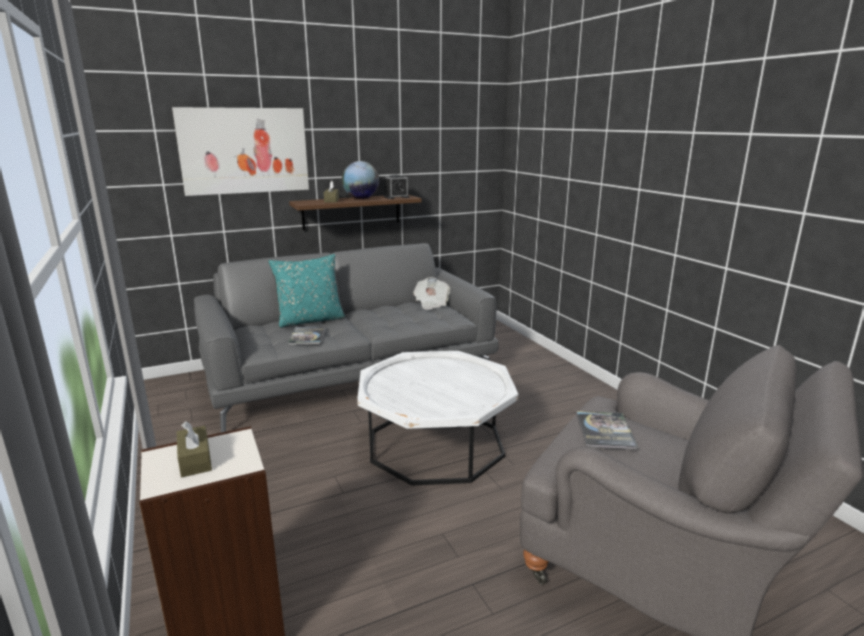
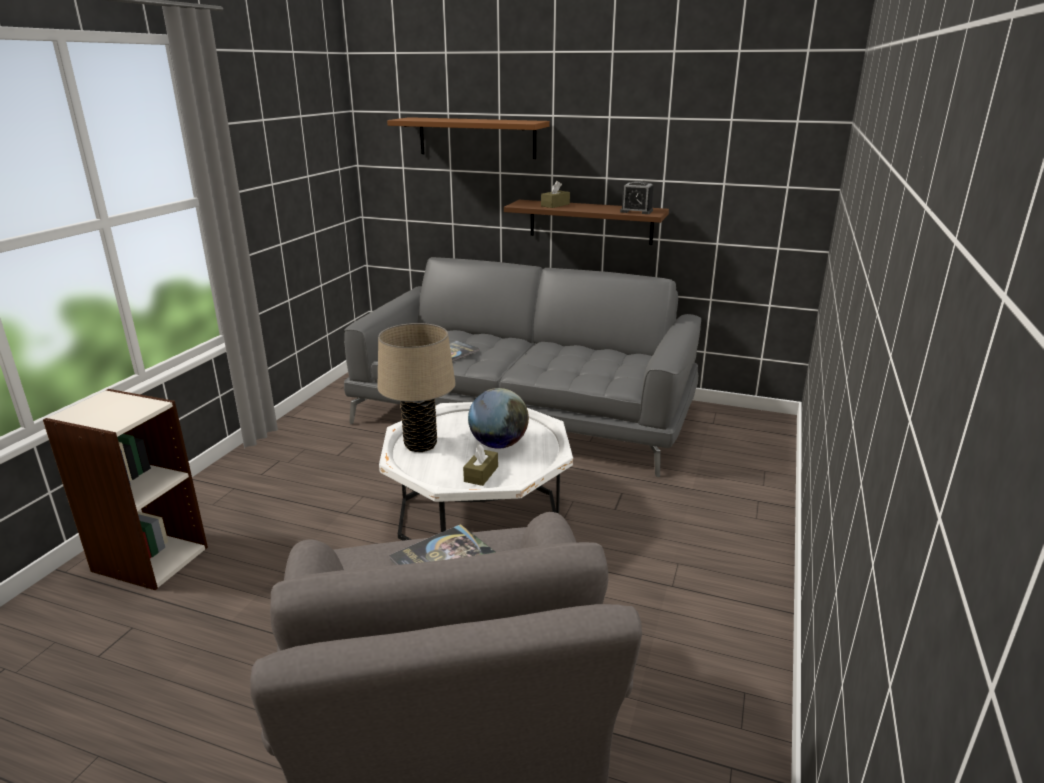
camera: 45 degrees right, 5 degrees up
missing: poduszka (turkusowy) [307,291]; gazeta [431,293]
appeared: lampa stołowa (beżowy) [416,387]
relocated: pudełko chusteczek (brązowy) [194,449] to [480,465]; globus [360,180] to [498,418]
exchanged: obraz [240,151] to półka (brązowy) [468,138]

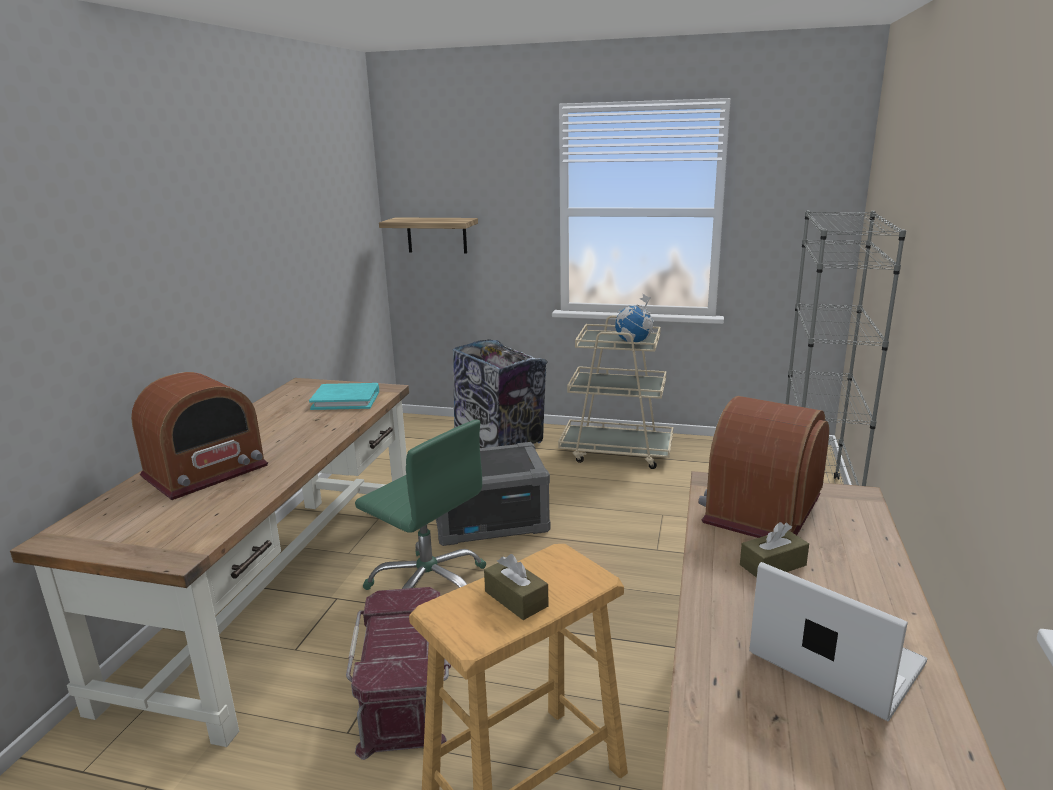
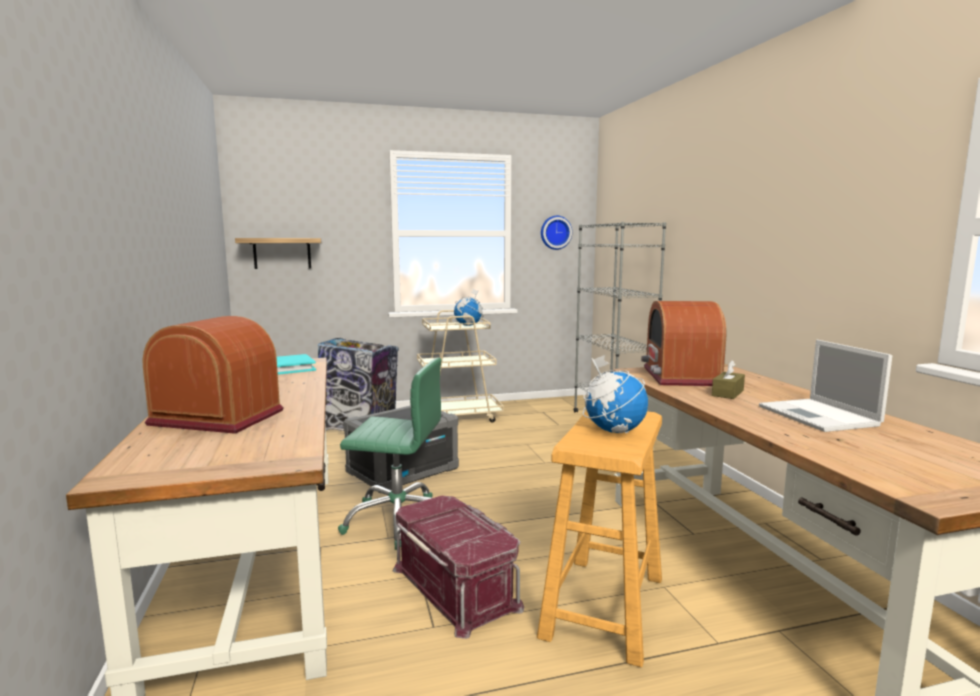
camera: 30 degrees left, 10 degrees down
appeared: zegar ścienny [556,233]
exchanged: pudełko chusteczek (brązowy) [516,587] to globus [615,394]
spun: radio [199,436] = [213,375] 90 degrees counterclockwise; laptop [838,641] = [825,385] 120 degrees counterclockwise

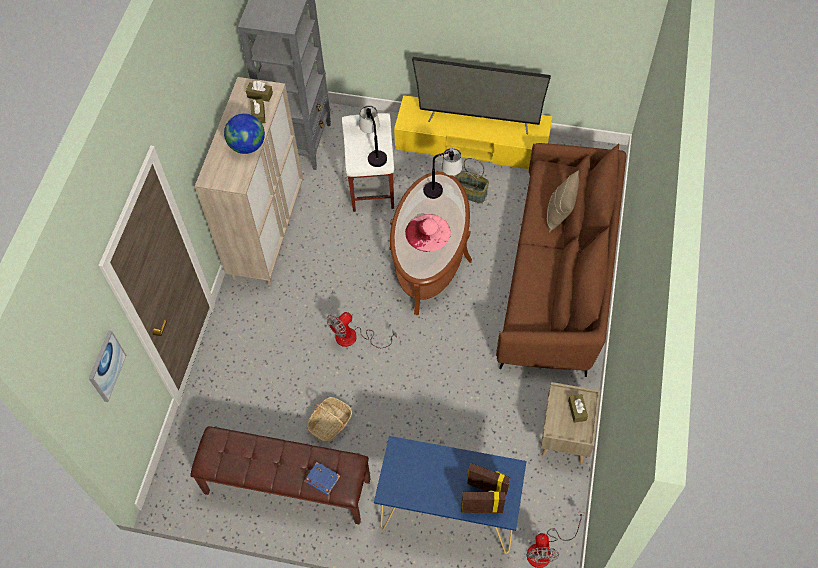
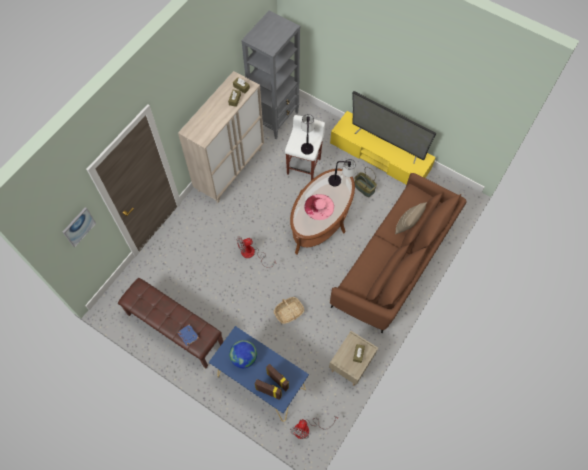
camera: 20 degrees right, 5 degrees up
relocated: globus [244,133] to [243,354]; koszyk [329,419] to [289,310]

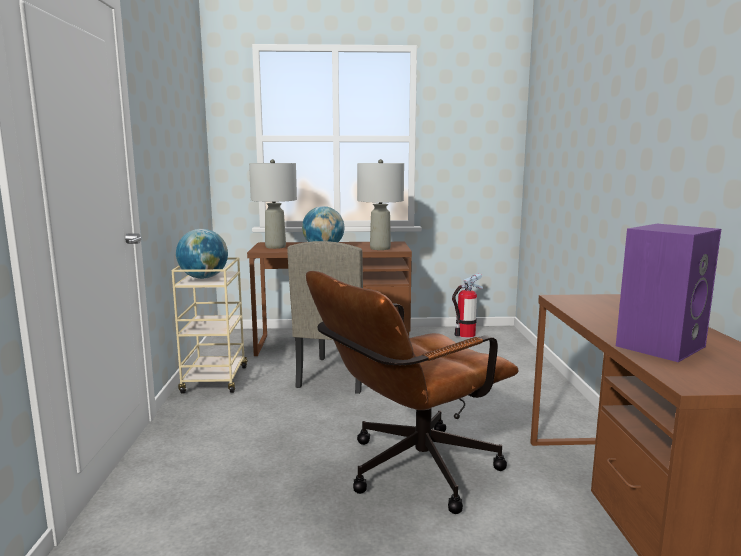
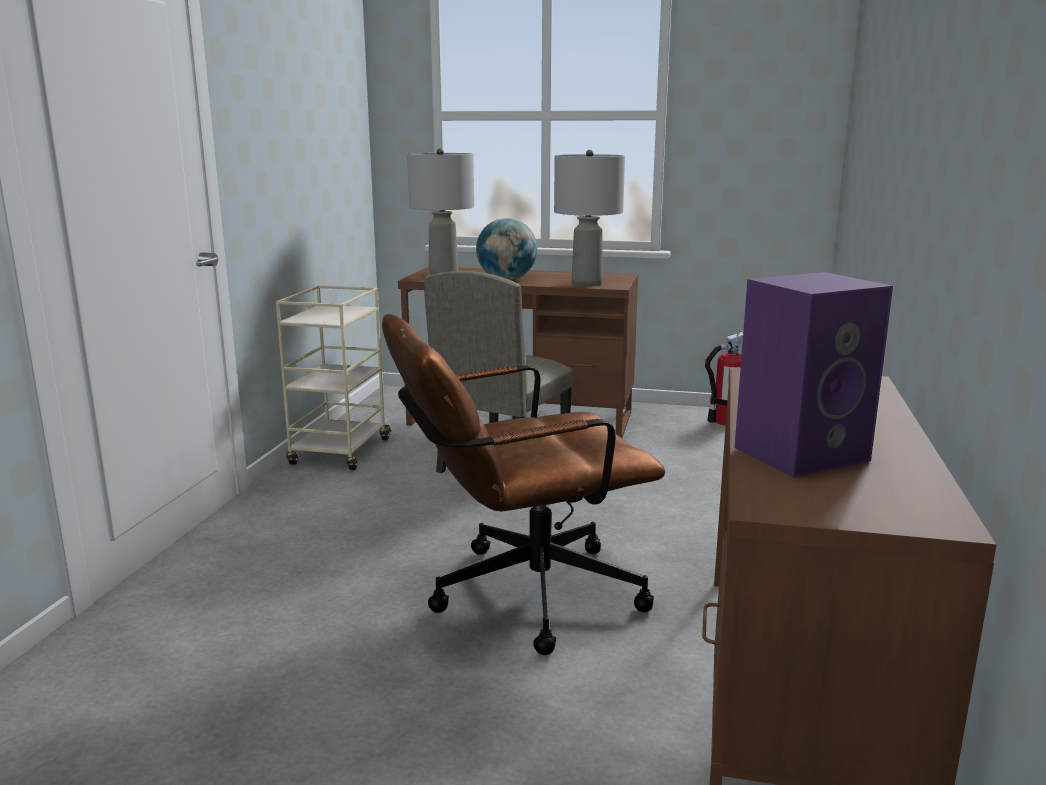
camera: 15 degrees right, 5 degrees up
missing: globus [202,254]

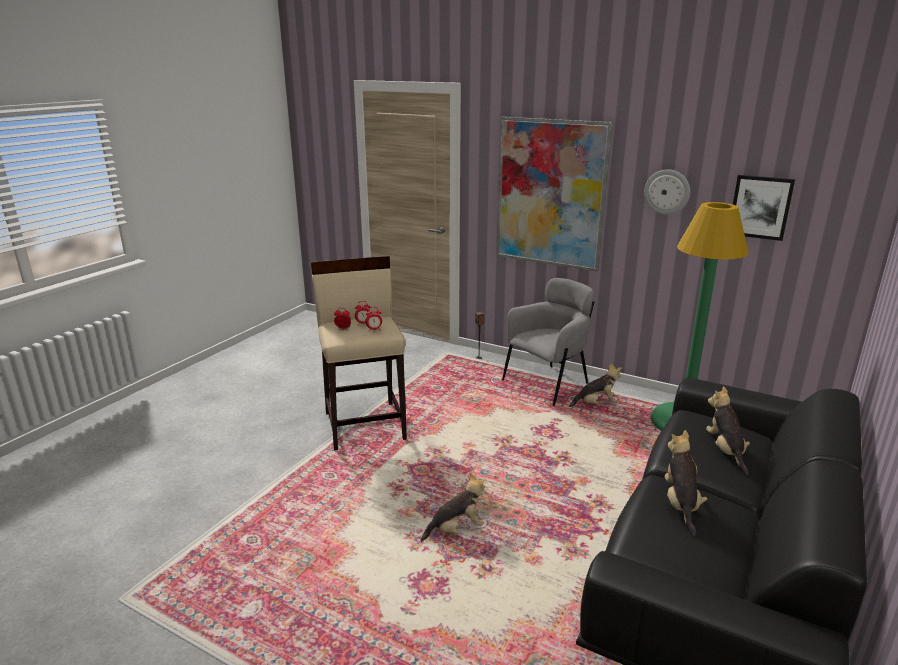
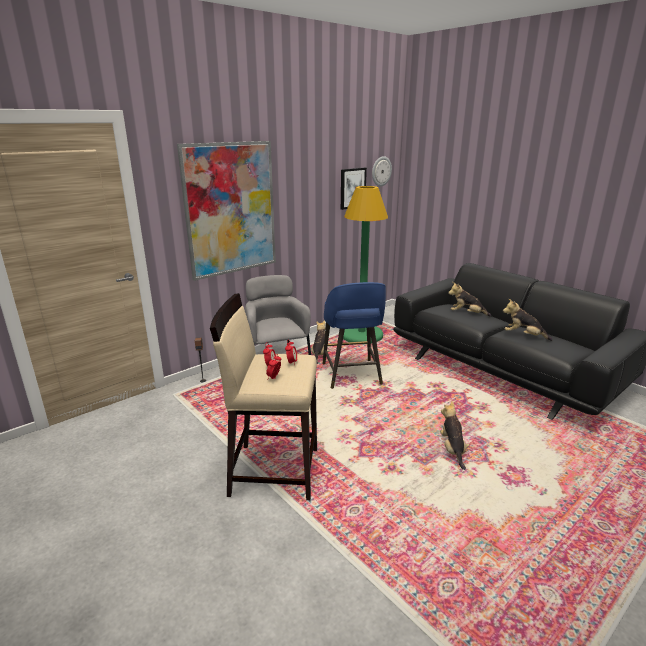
camera: 70 degrees left, 0 degrees up
appeared: stołek (niebieski) [354,335]
relocated: zegar ścienny [667,191] to [382,171]

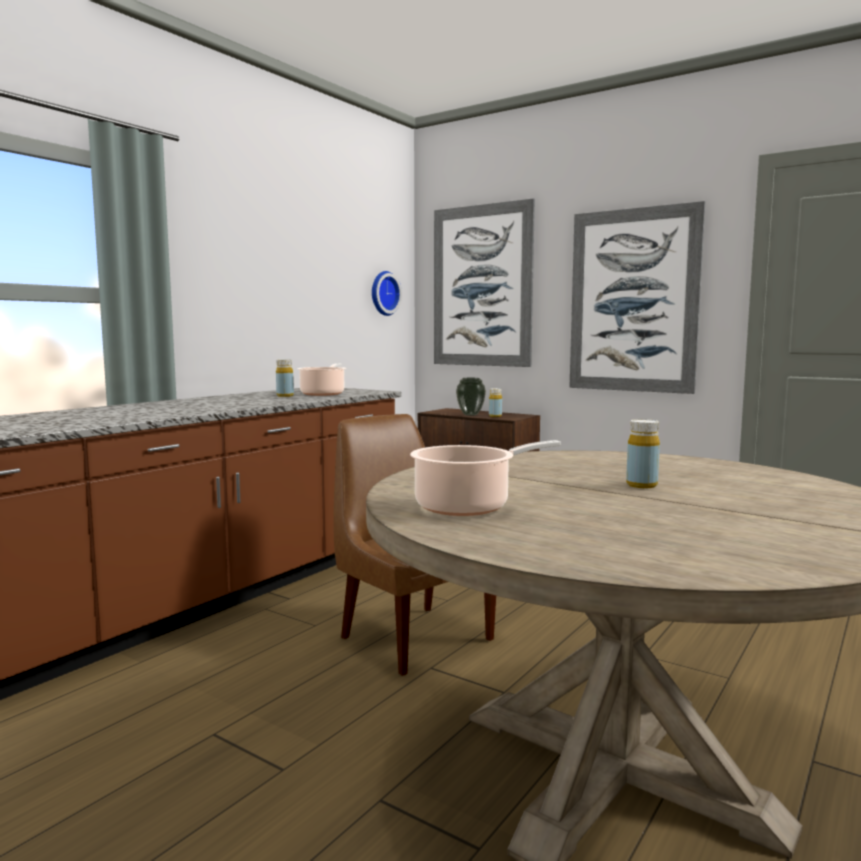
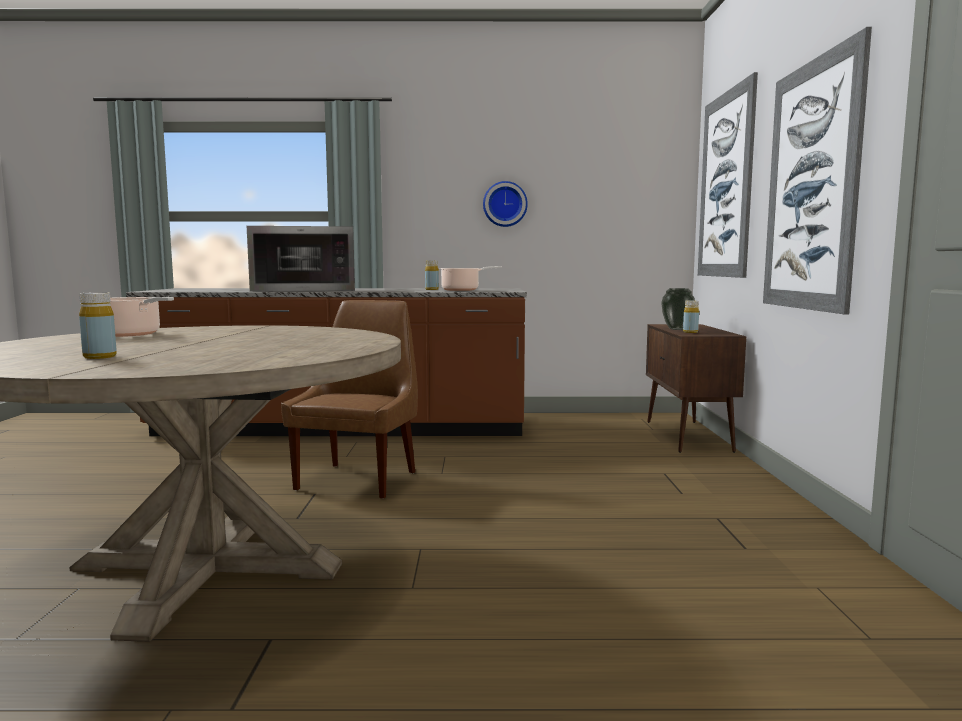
camera: 55 degrees right, 0 degrees up
appeared: mikrofalówka [301,258]
relocated: zegar ścienny [387,293] to [505,204]; butelka (żółty) [643,453] to [98,325]

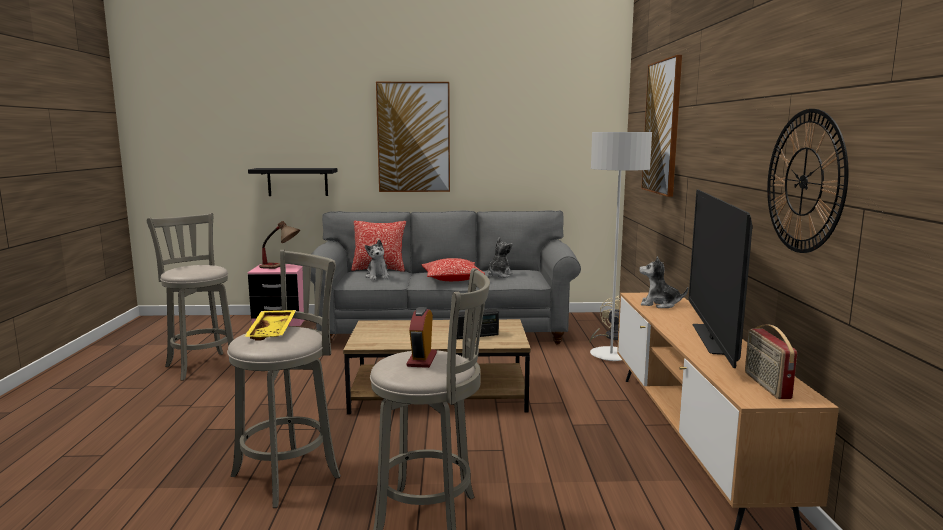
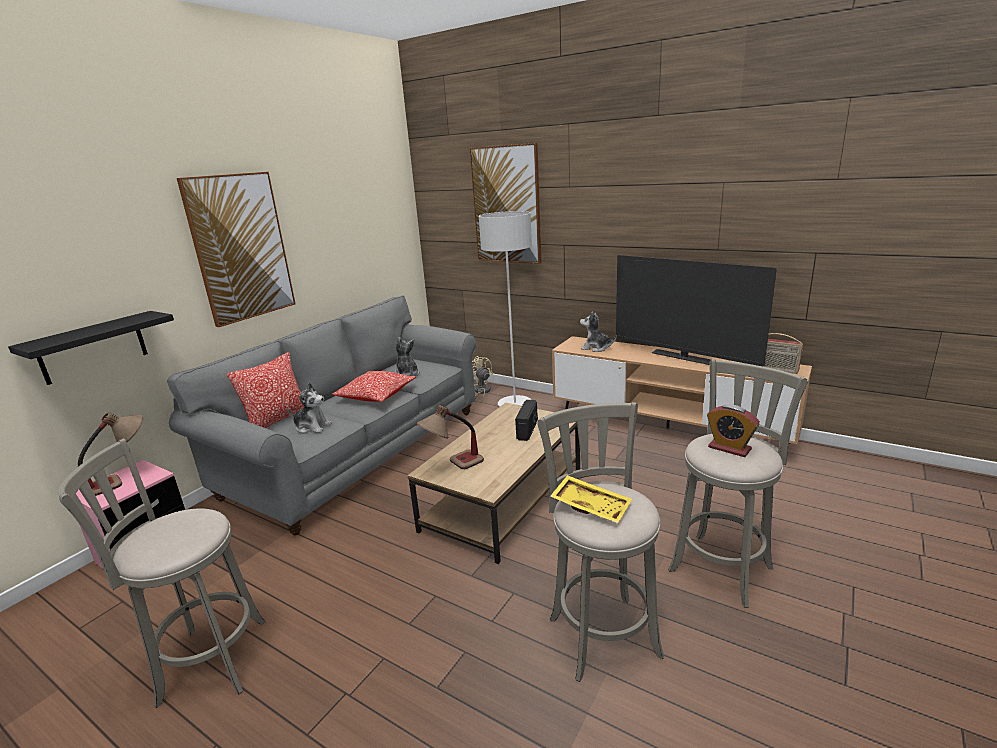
camera: 55 degrees left, 10 degrees up
missing: zegar ścienny [808,181]
appeared: lampa stołowa [450,437]
spun: pluszak [663,282] = [598,331] 60 degrees clockwise

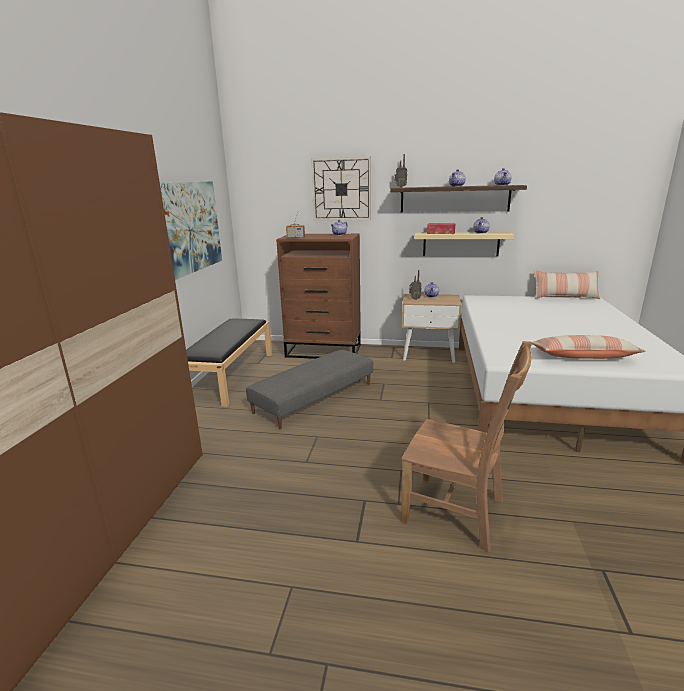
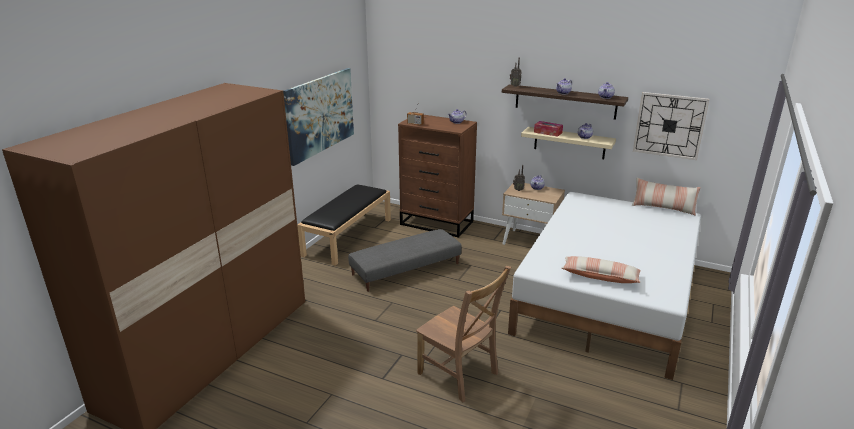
camera: 15 degrees right, 5 degrees up
relocated: zegar ścienny [341,189] to [671,126]

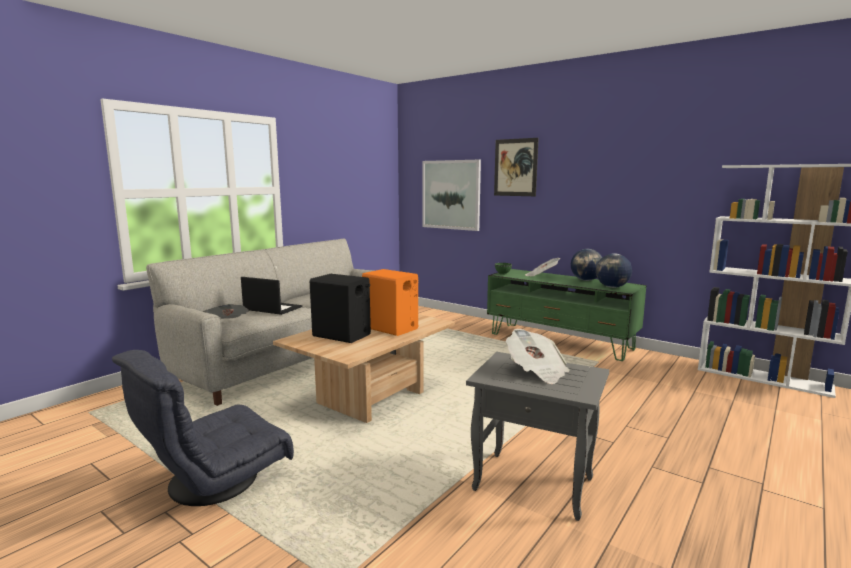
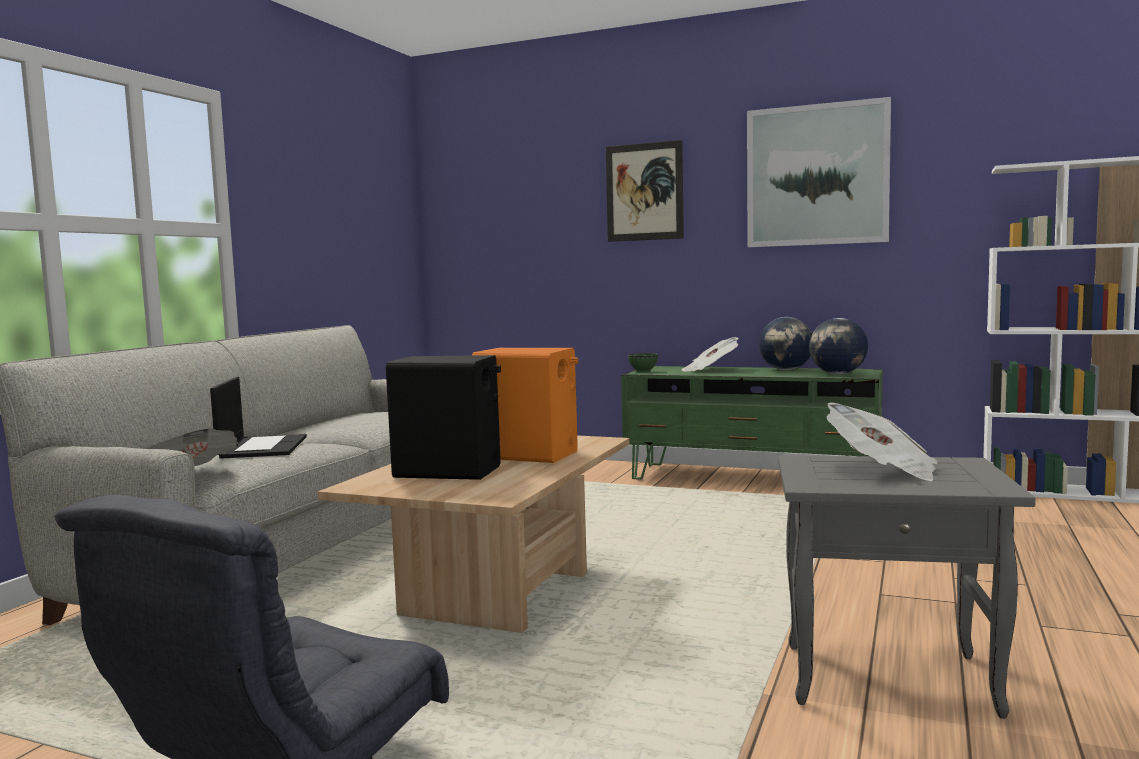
camera: 15 degrees left, 5 degrees down
relocated: obraz [451,195] to [819,172]
spun: laptop [271,296] = [258,418] 75 degrees clockwise

